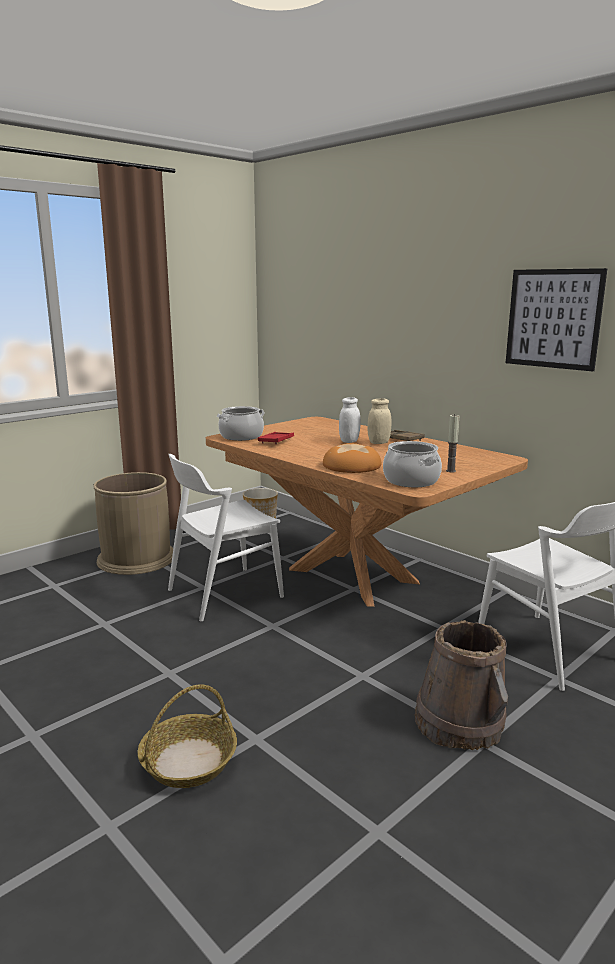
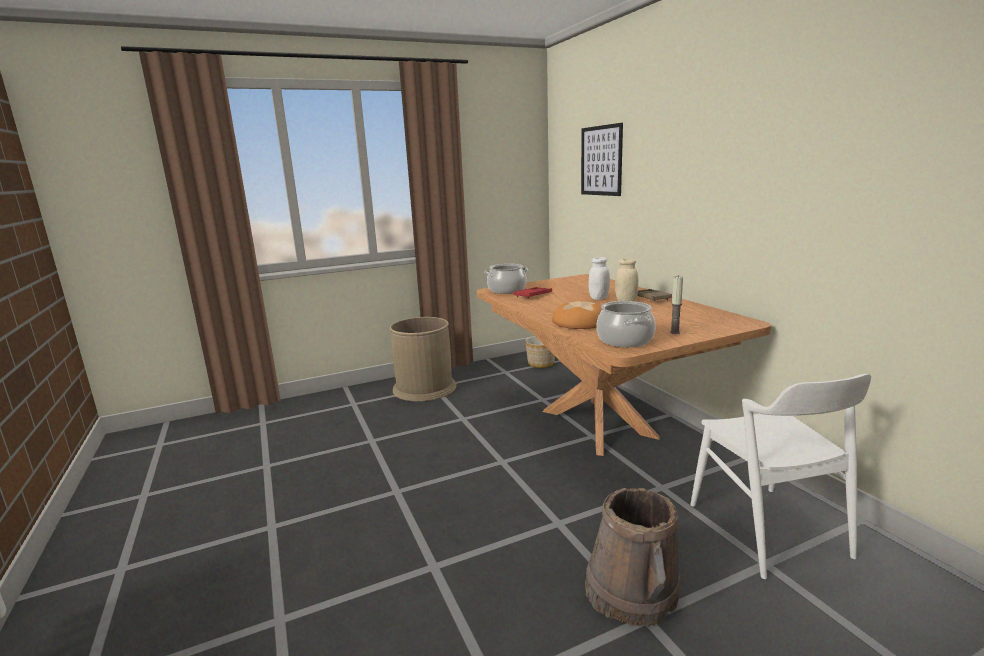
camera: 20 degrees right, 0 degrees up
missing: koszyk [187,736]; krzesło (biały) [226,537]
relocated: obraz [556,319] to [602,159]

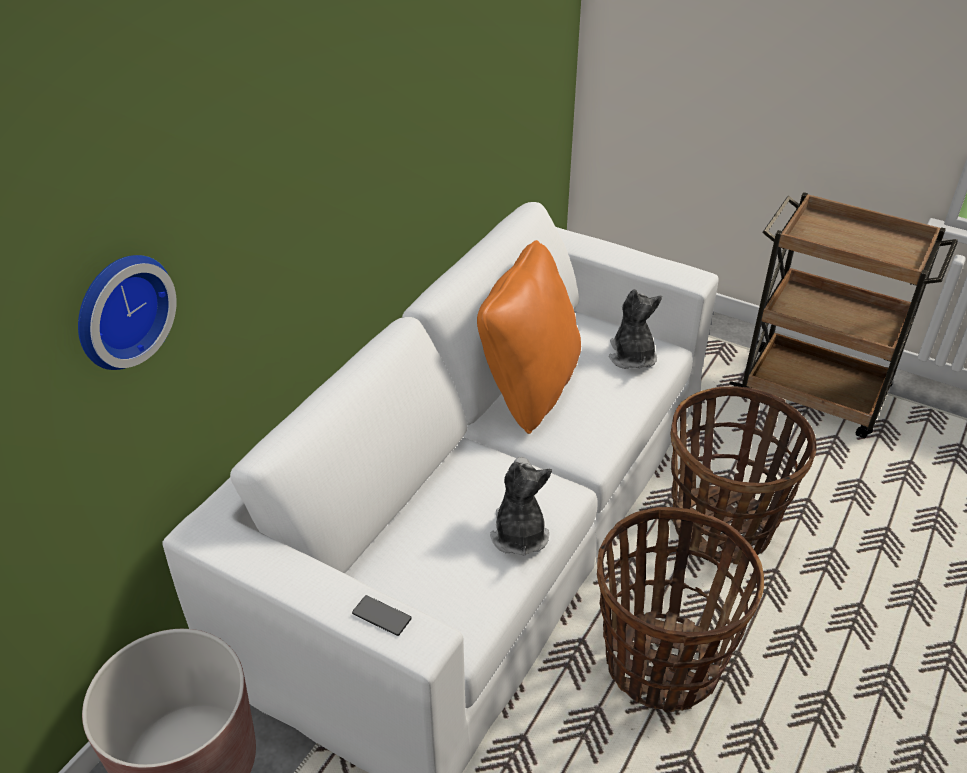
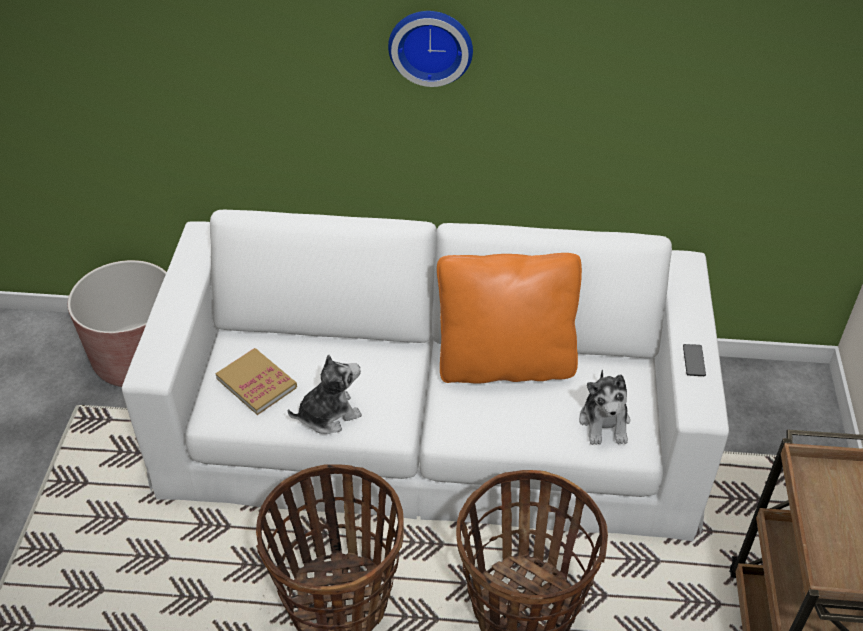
camera: 65 degrees right, 5 degrees up
appeared: książka [256,381]
relocated: zegar ścienny [127,312] to [430,49]; telefon [382,615] to [694,360]
spun: pluszak [635,329] = [604,407] 120 degrees clockwise

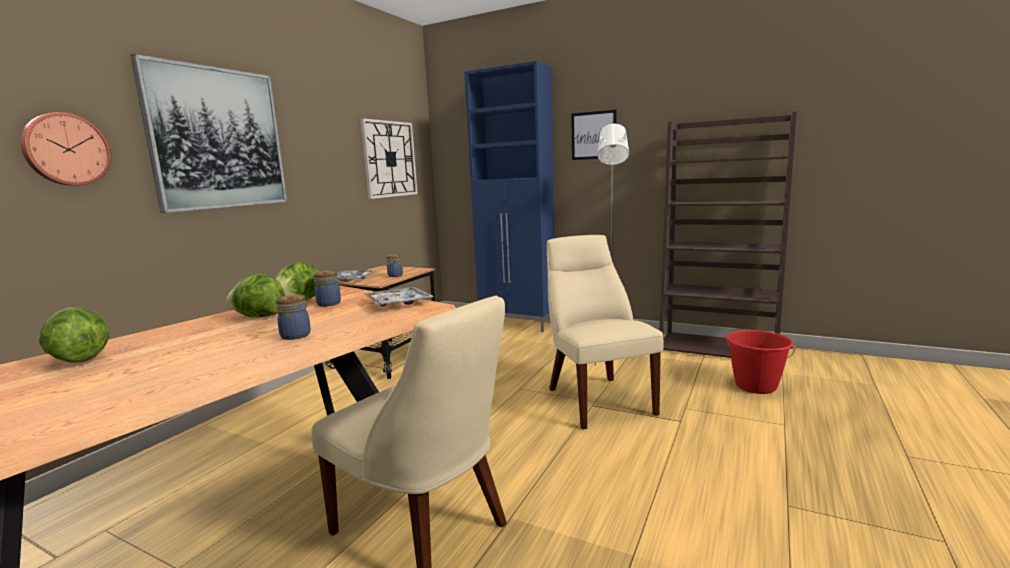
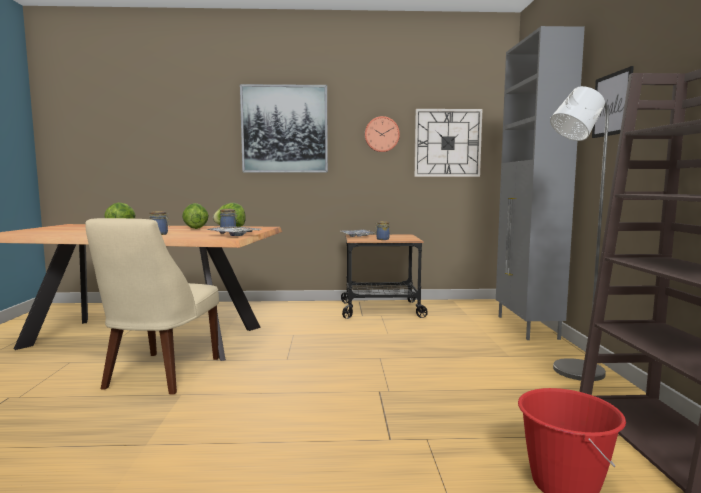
camera: 60 degrees right, 5 degrees down
missing: krzesło (beżowy) [605,332]
relocated: zegar ścienny [65,149] to [382,134]
colour: szafka (niebieski) [509,196] to szafka (szary) [540,183]

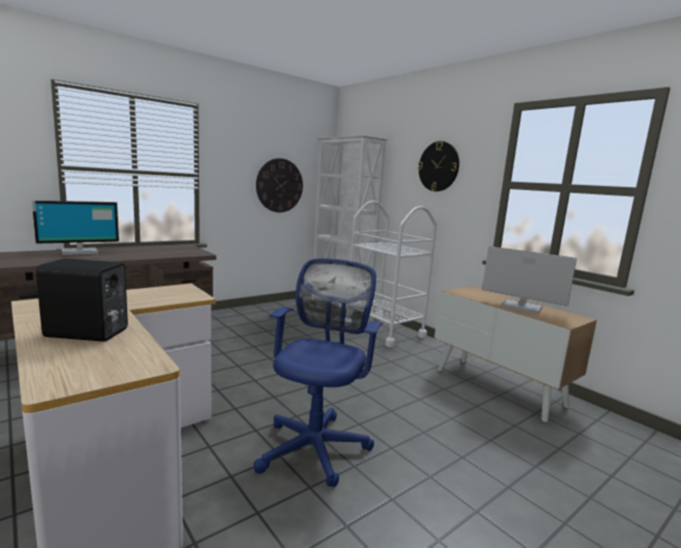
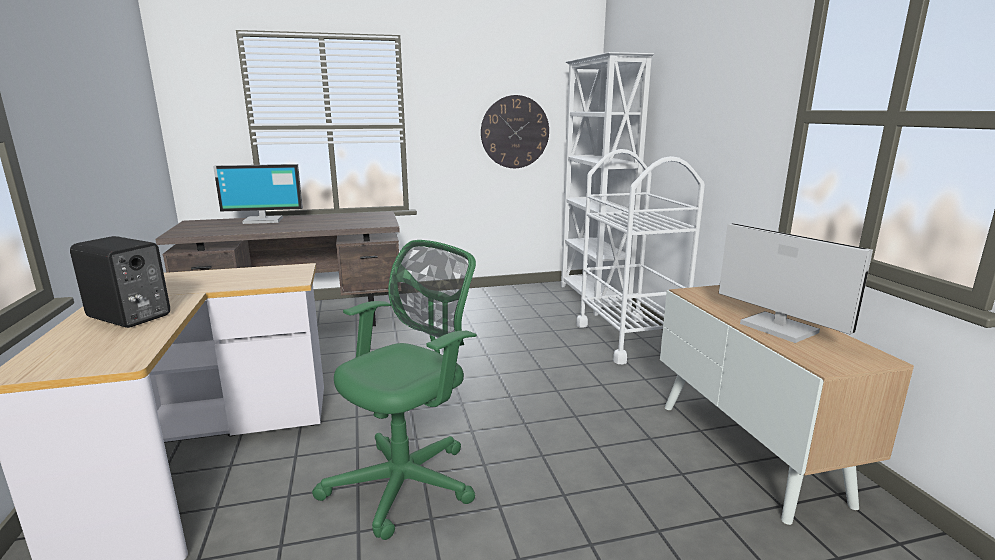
camera: 25 degrees right, 5 degrees up
missing: zegar ścienny [438,166]
colour: krzesło biurowe (niebieski) [318,372] to krzesło biurowe (zielony) [394,390]

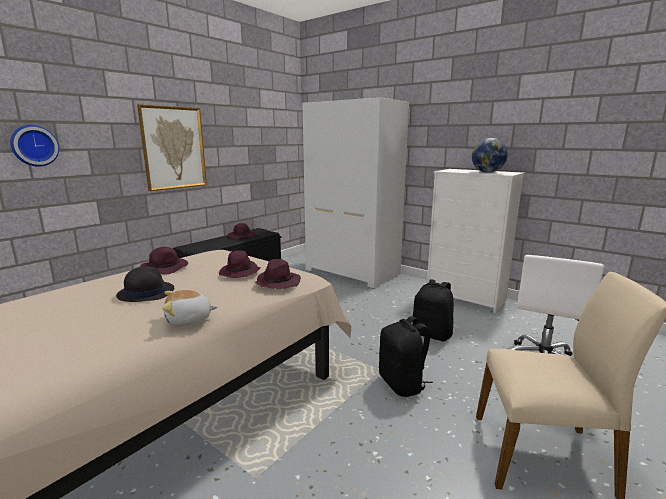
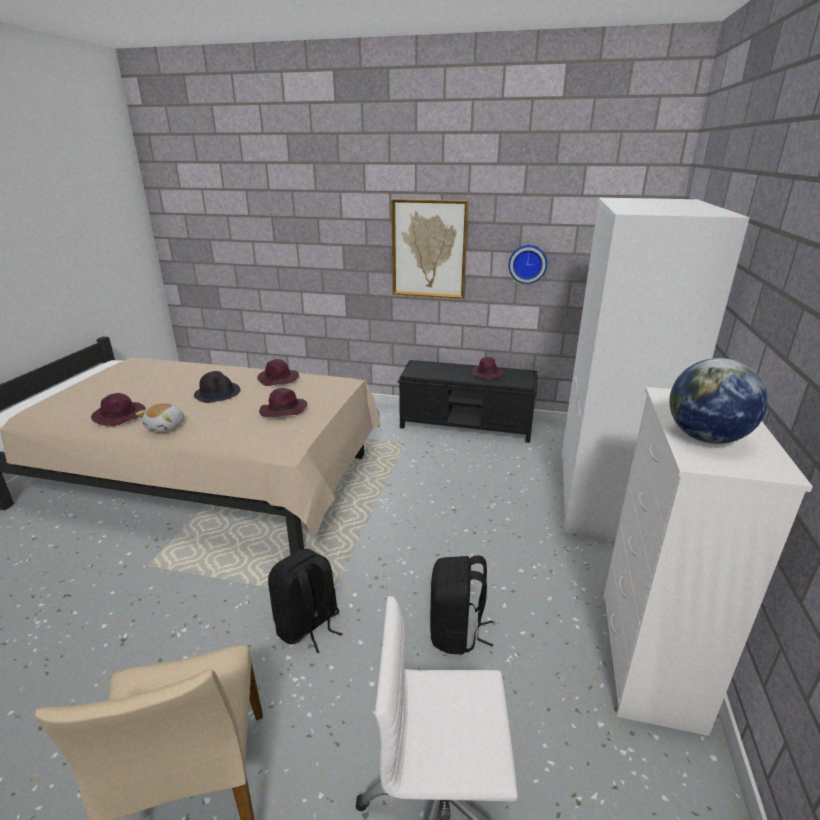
camera: 65 degrees right, 10 degrees up
relocated: zegar ścienny [34,146] to [528,264]; kapelusz (fioletowy) [278,274] to [118,410]
spun: pluszak [189,308] = [160,417] 120 degrees counterclockwise

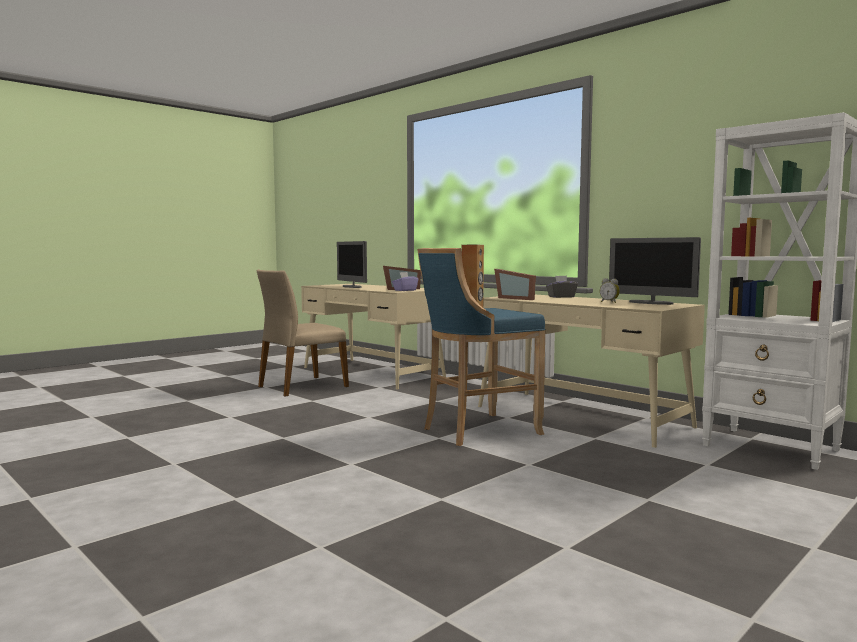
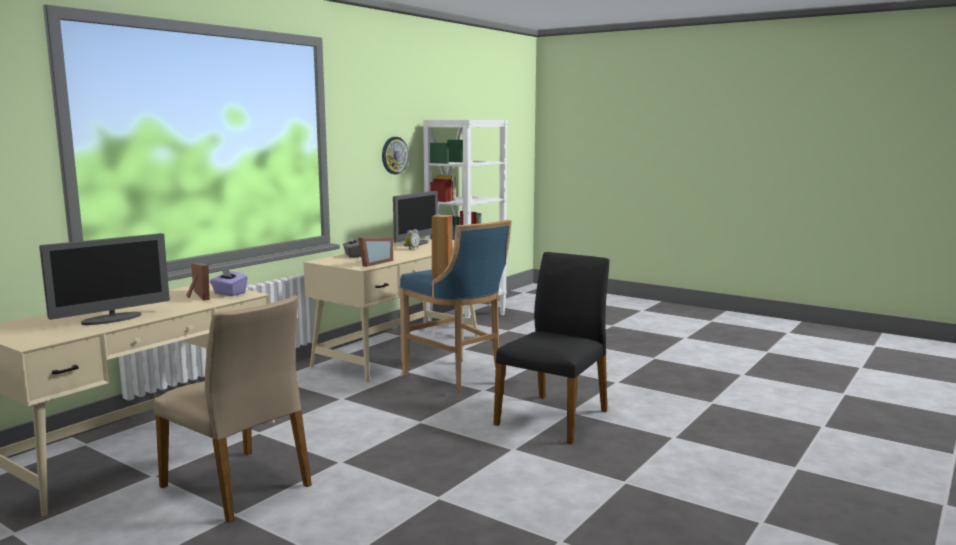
camera: 100 degrees left, 5 degrees up
appeared: zegar ścienny [395,155]; krzesło (czarny) [551,348]

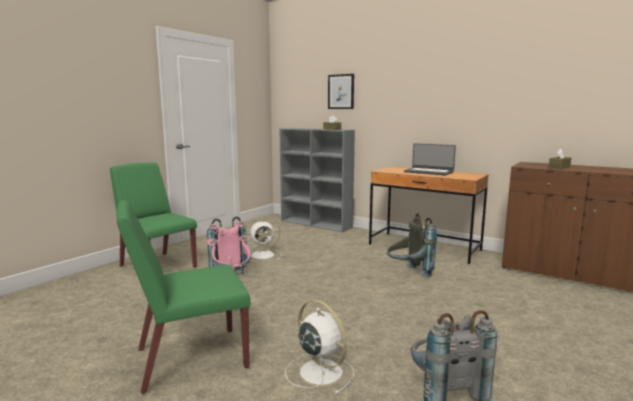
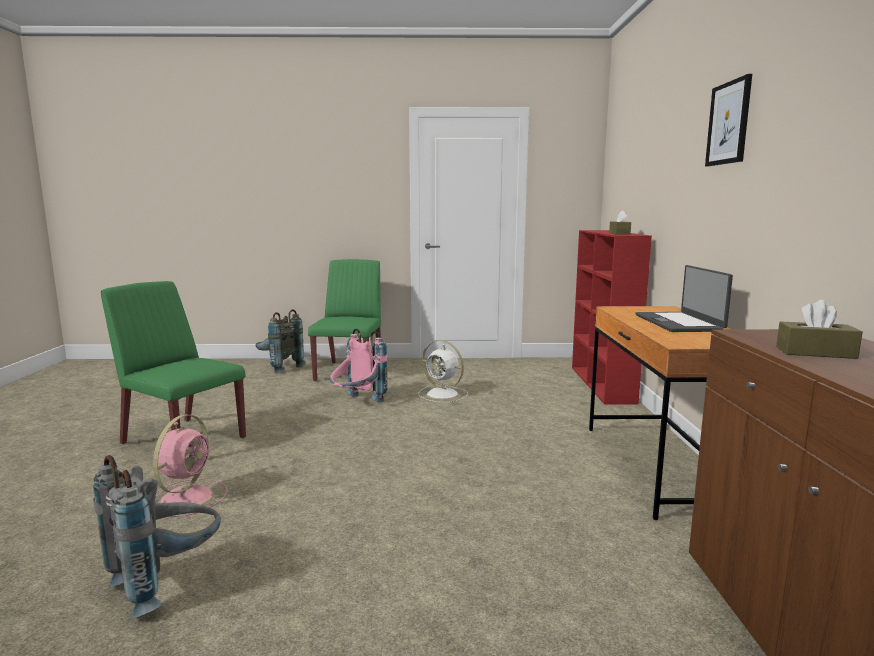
camera: 55 degrees right, 0 degrees up
relocated: obraz [341,91] to [728,120]; plecak (szary) [412,245] to [281,341]
colour: regał (szary) [317,180] to regał (czerwony) [612,317]; wentylator (biały) [319,347] to wentylator (różowy) [190,465]

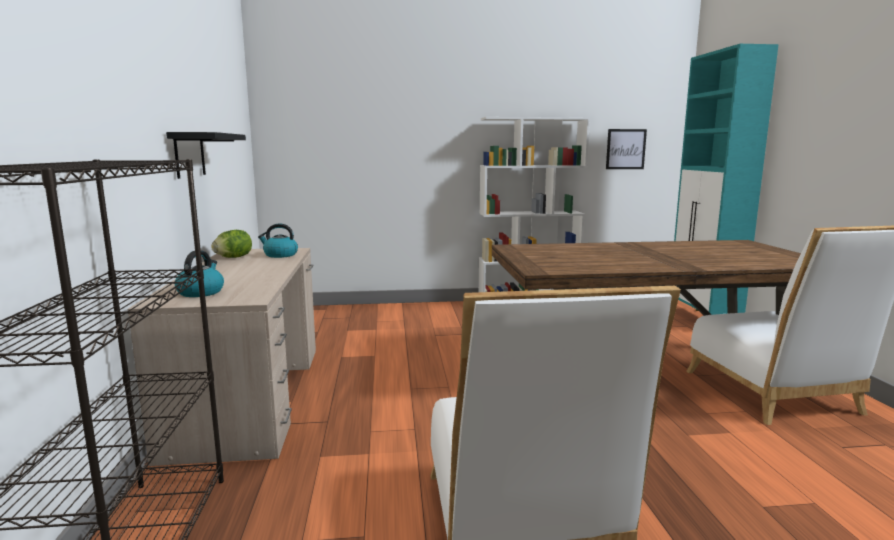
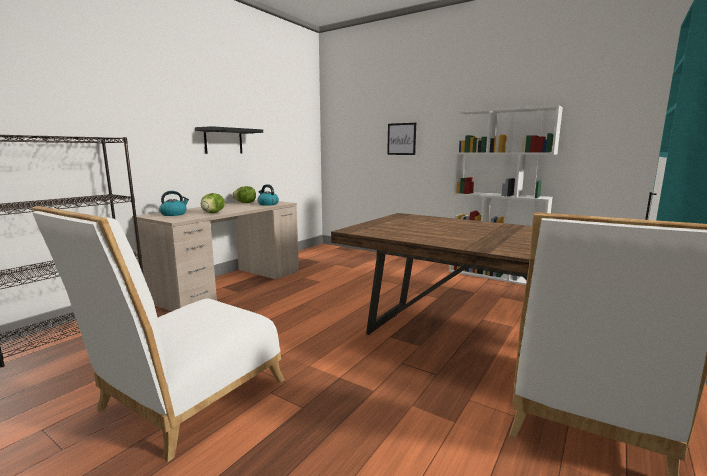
camera: 40 degrees right, 0 degrees up
appeared: sałata [213,203]
relocated: obraz [626,149] to [401,139]

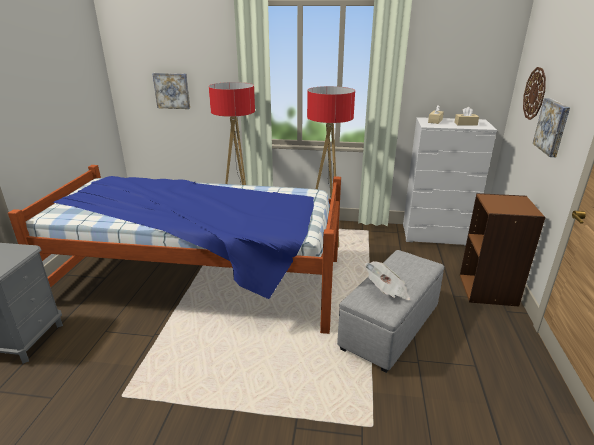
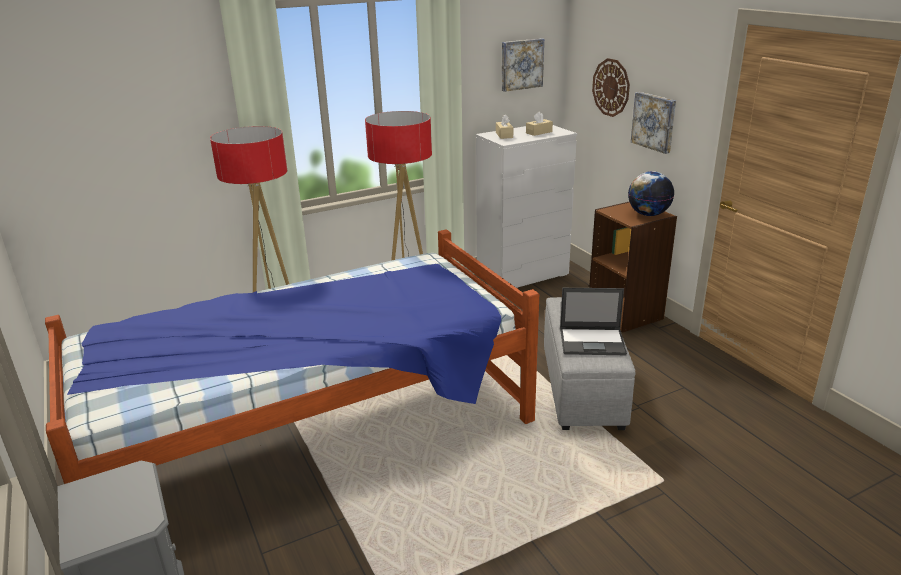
camera: 35 degrees left, 0 degrees up
appeared: globus [651,193]
relocated: obraz [171,91] to [523,65]
exchanged: gazeta [387,280] to laptop [593,321]

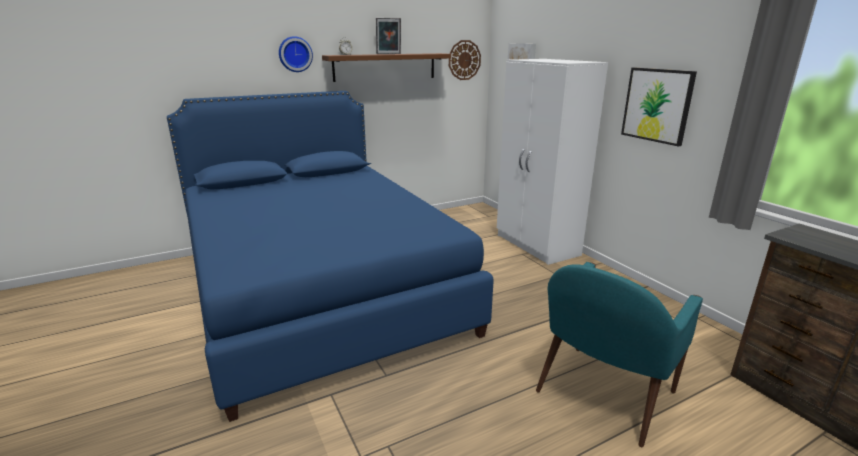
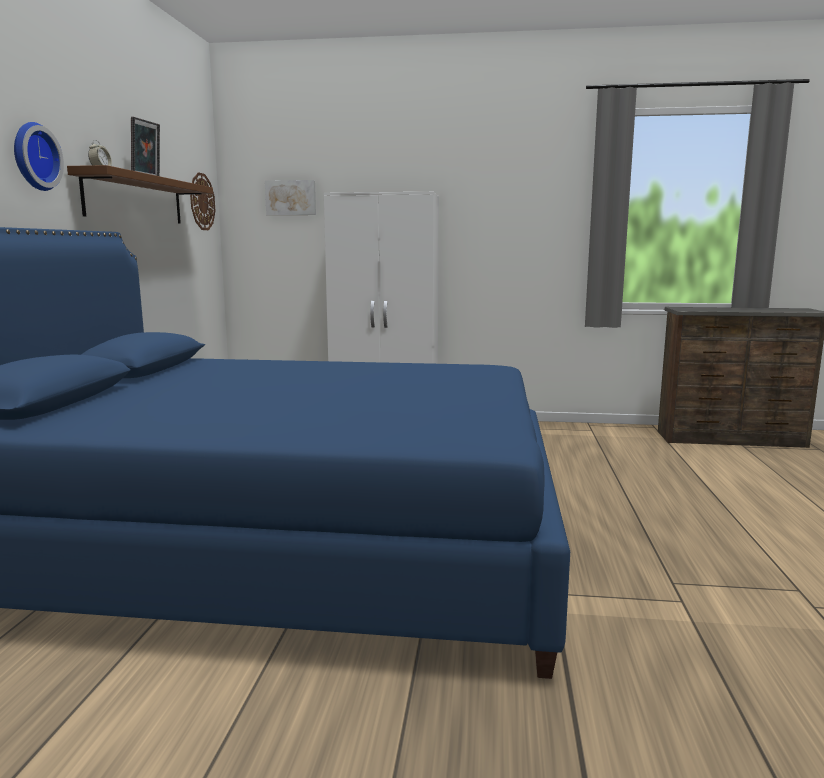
camera: 55 degrees left, 10 degrees down
missing: fotel (turkusowy) [619,354]; obraz [659,107]

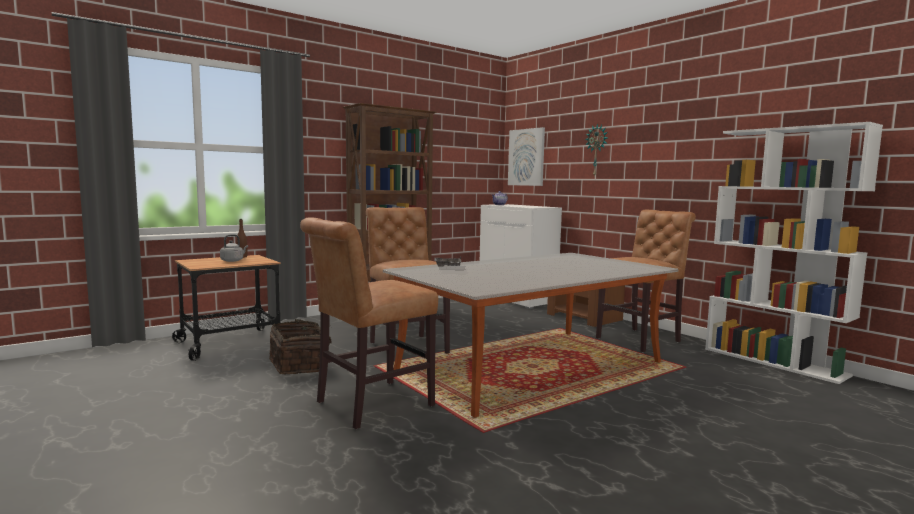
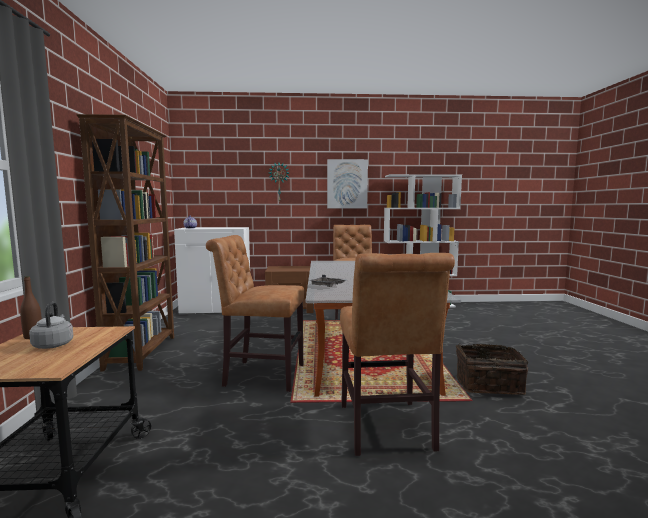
camera: 55 degrees left, 0 degrees up
relocated: koszyk [300,346] to [492,369]; obraz [526,156] to [347,183]

